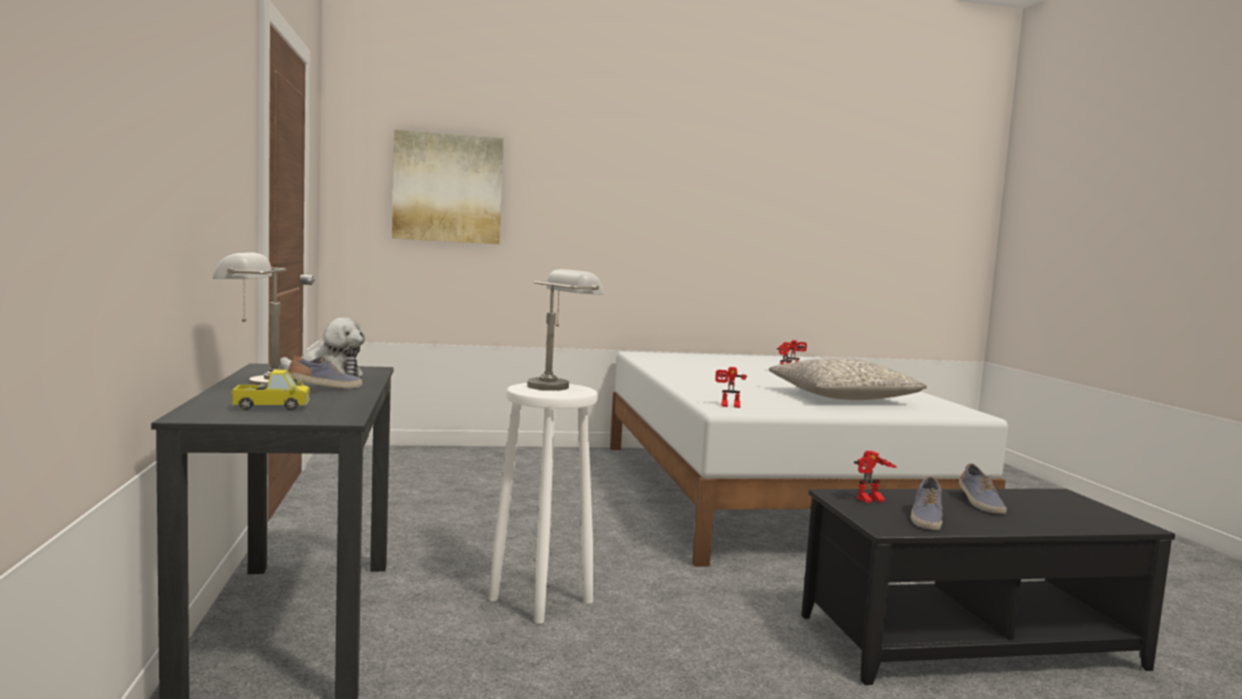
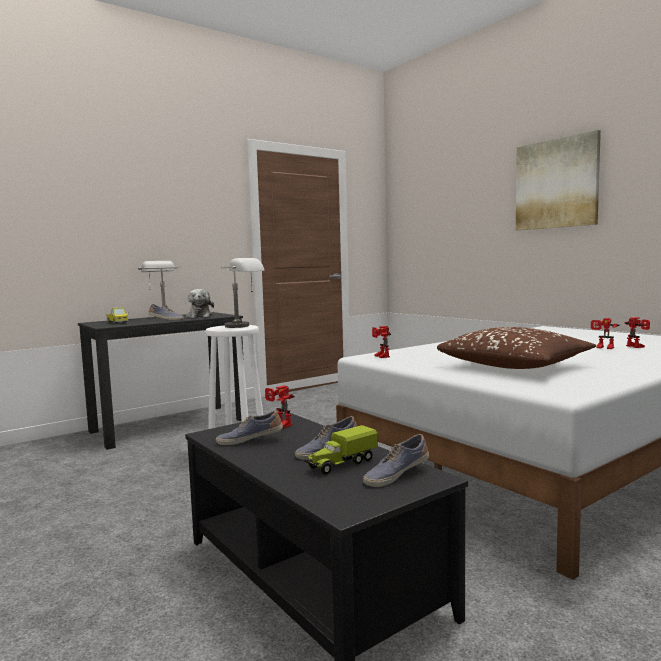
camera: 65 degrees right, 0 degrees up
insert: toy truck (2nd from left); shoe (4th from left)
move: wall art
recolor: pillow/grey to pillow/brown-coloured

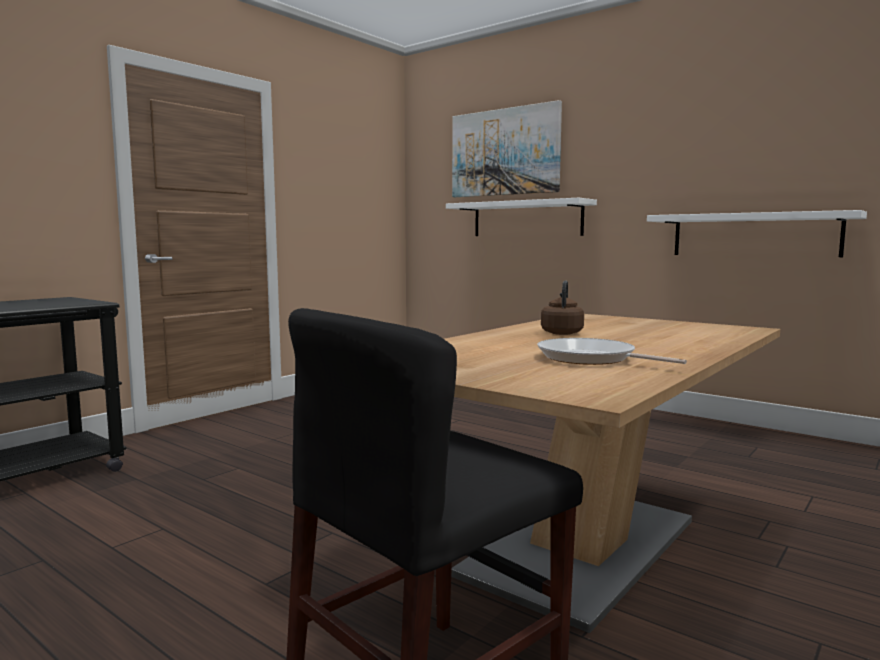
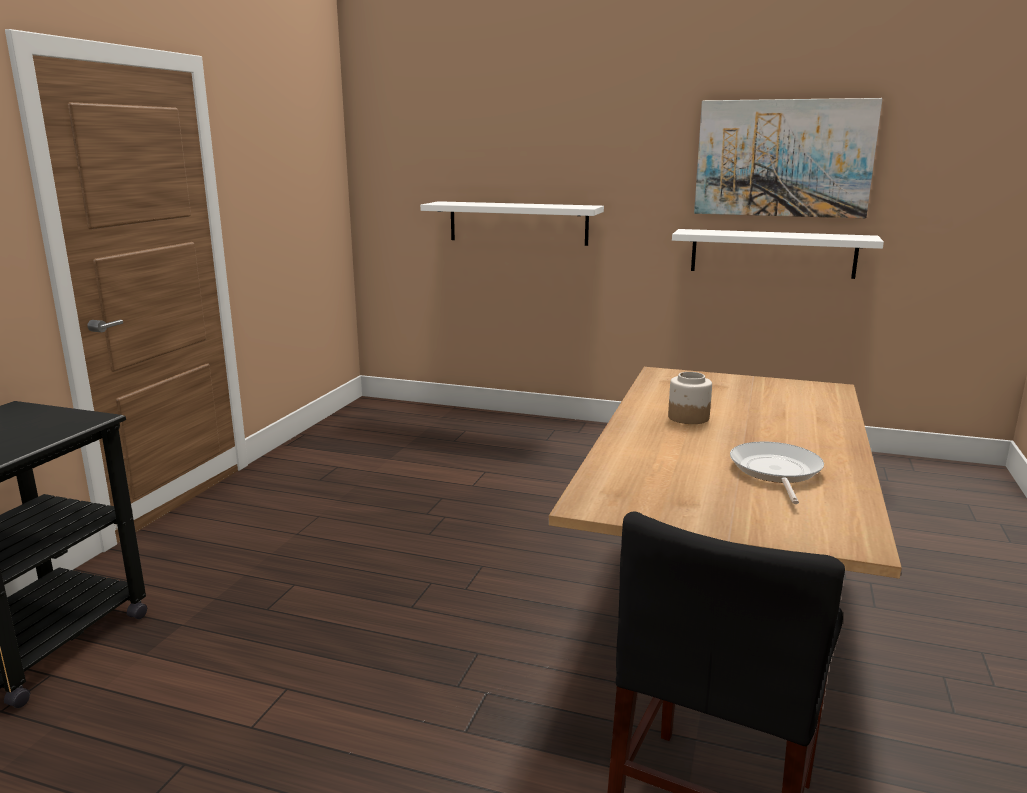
camera: 20 degrees left, 10 degrees up
move: wall art
replace: kettle/brown-coloured to jar
rotate: frying pan 75 degrees clockwise

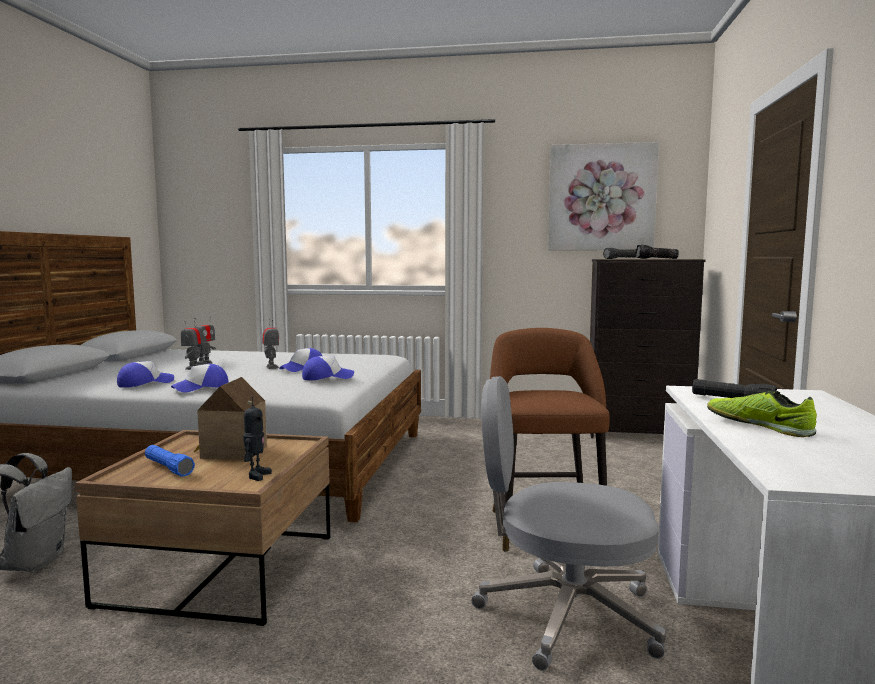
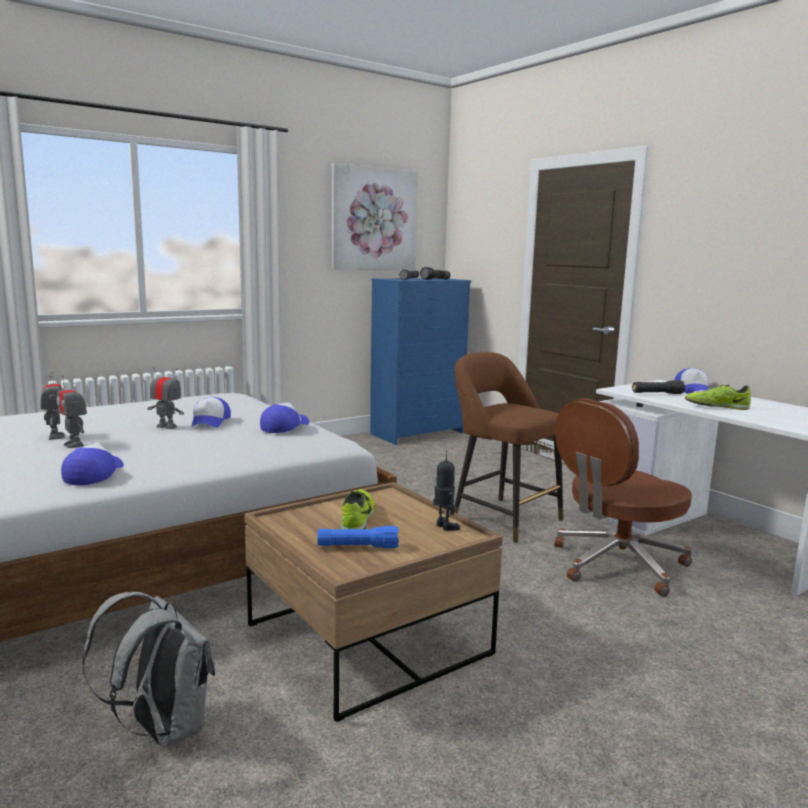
camera: 45 degrees left, 5 degrees up
move: peaked cap (2nd from left in the first image) to peaked cap (4th from left)
replace: model house to shoe (1st from left)
recolor: chest of drawers/black to chest of drawers/blue; computer chair/grey to computer chair/brown-coloured

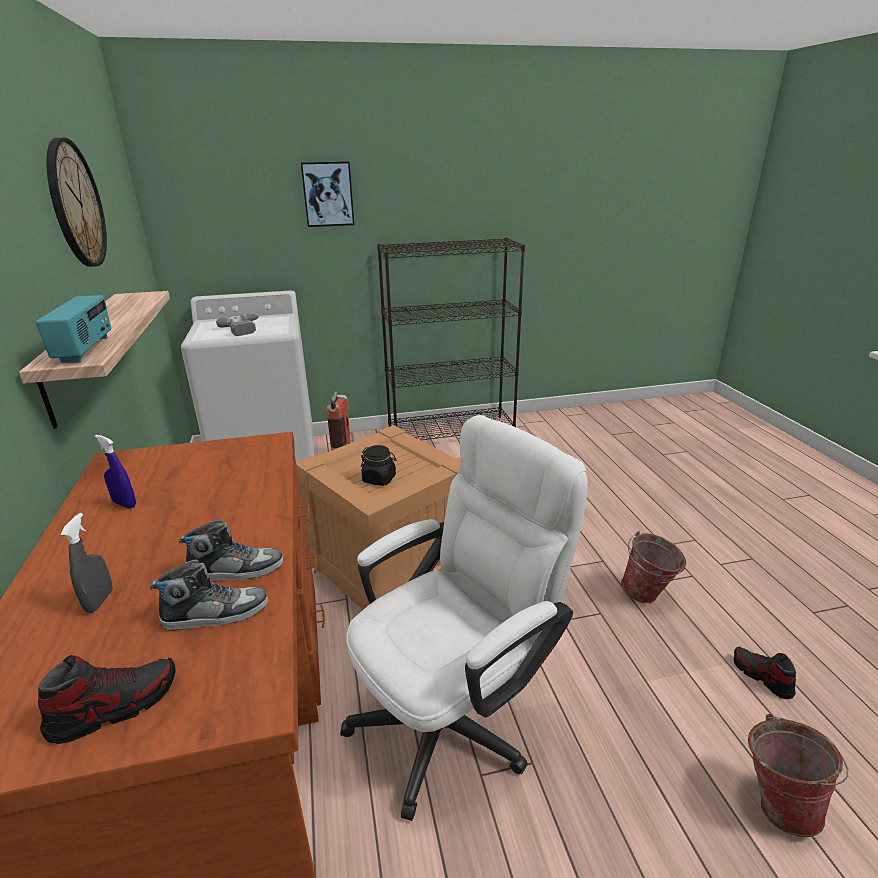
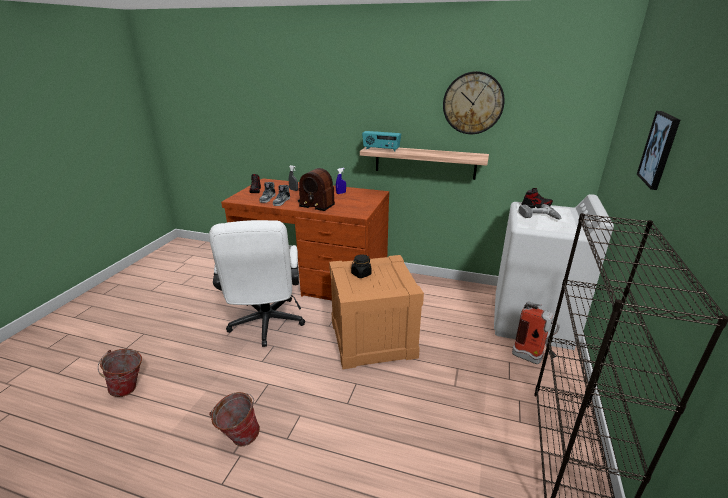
camera: 120 degrees right, 0 degrees up
insert: radio set (1st from left)
move: shoe (4th from left)

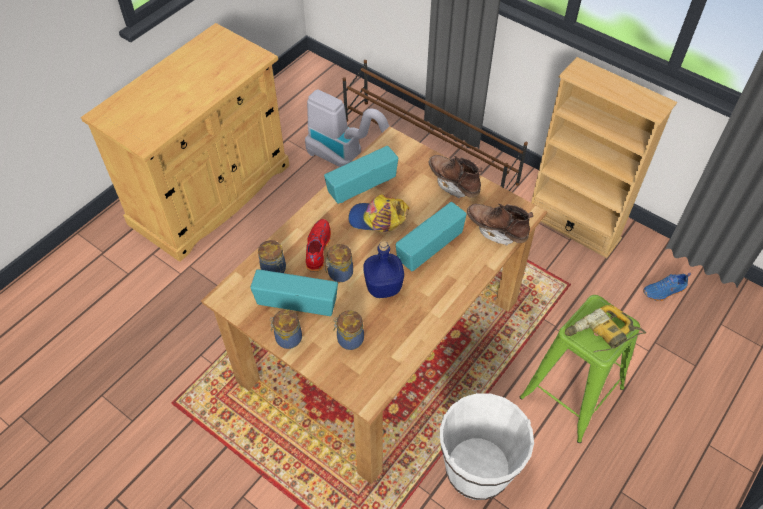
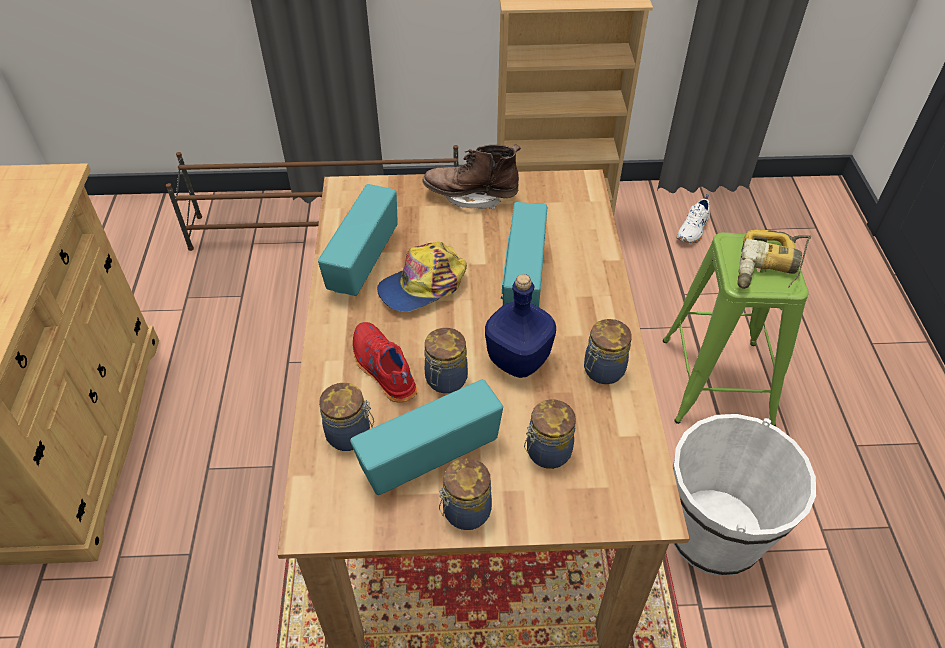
camera: 40 degrees left, 5 degrees down
delete: vacuum cleaner; high-top boot/brown-coloured (2nd from left)
insert: jar (5th from left)
recolor: shoe/blue to shoe/white-coloured

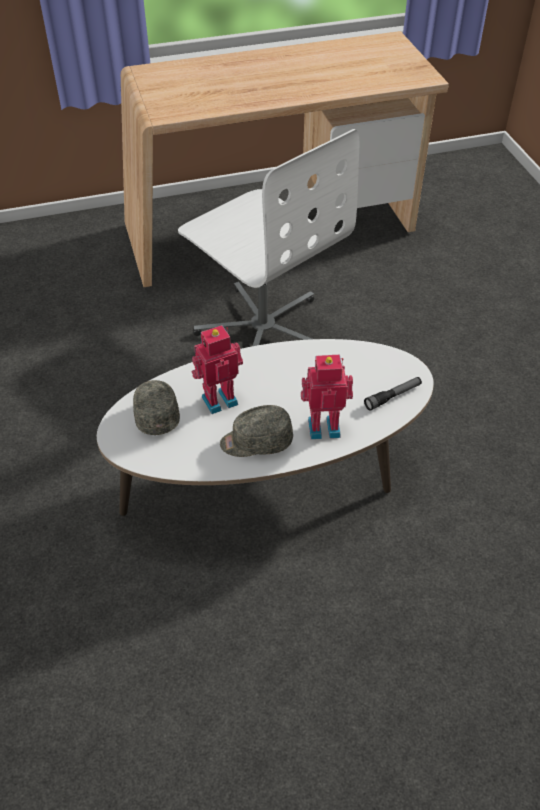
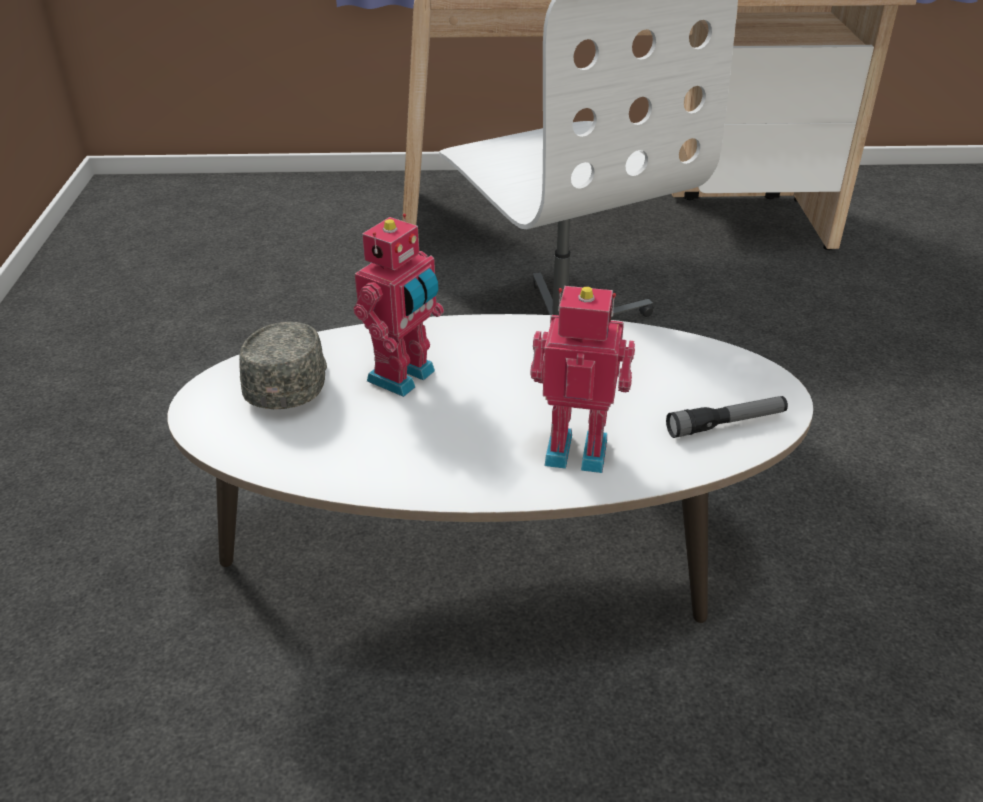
camera: 15 degrees right, 10 degrees down
delete: peaked cap/grey (2nd from left)
rotate: toy robot (1st from left) 135 degrees clockwise

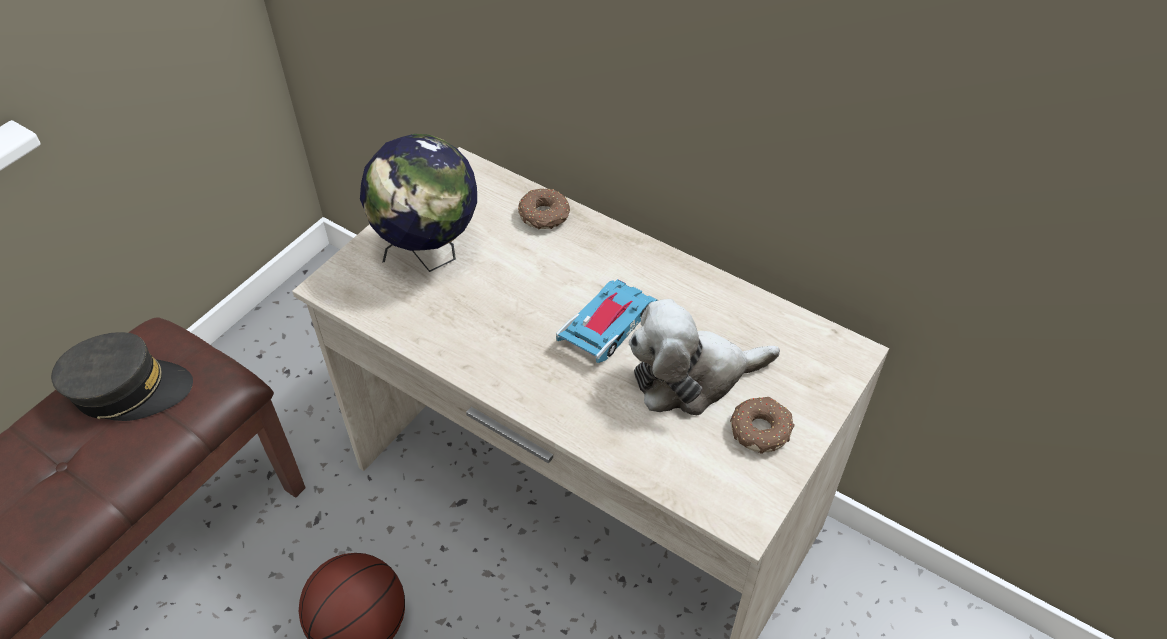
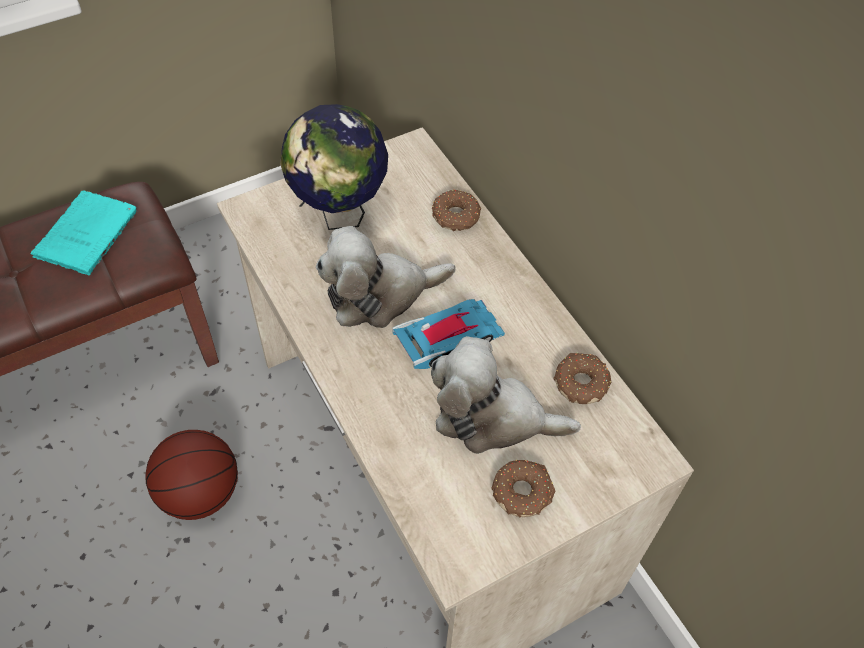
camera: 25 degrees right, 5 degrees up
insert: soft toy (1st from left); doughnut (3rd from left)
replace: peaked cap/grey to volume/turquoise-coloured

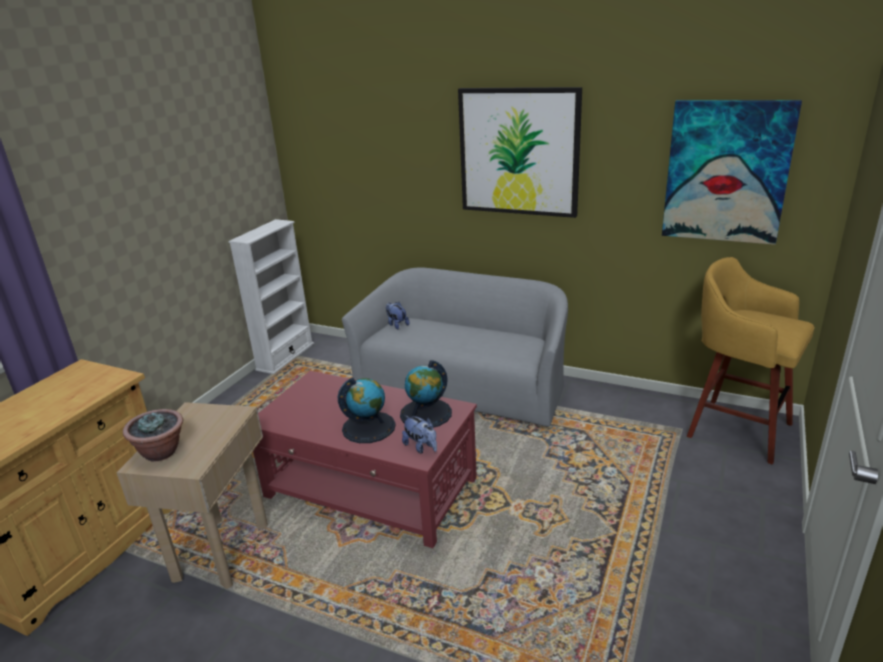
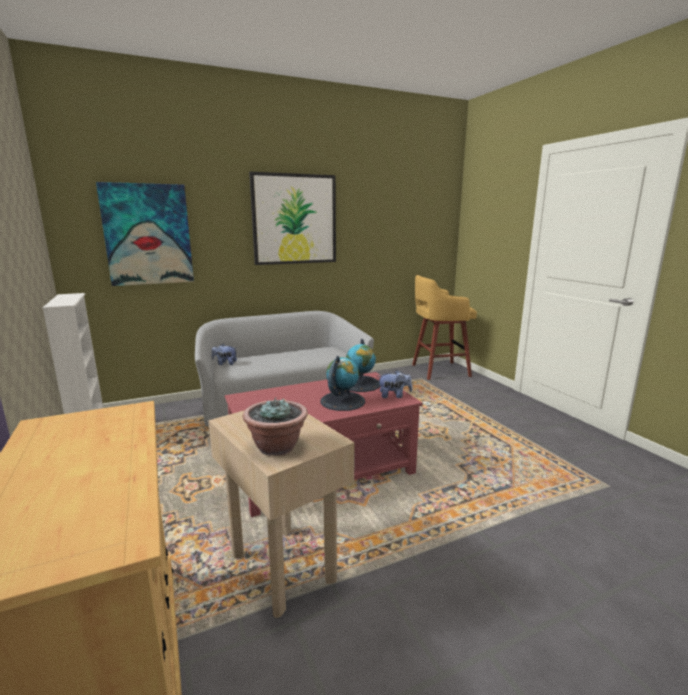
camera: 50 degrees left, 10 degrees down
move: wall art (2nd from left in the first image) to wall art (1st from left)

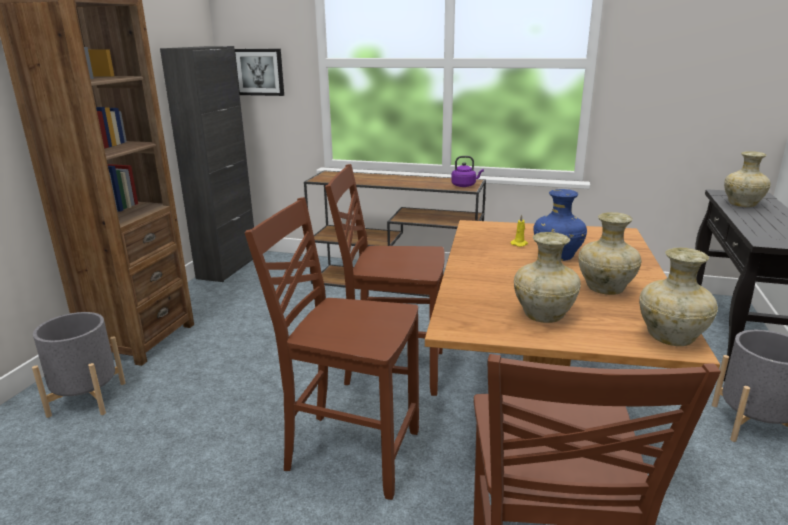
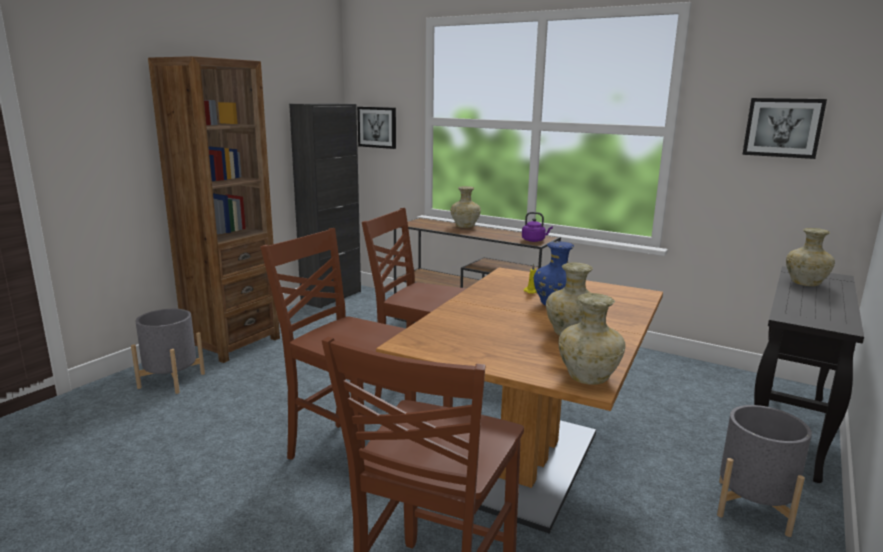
camera: 15 degrees right, 5 degrees down
insert: wall art (2nd from left)
move: vase/sand-coloured (1st from left)

